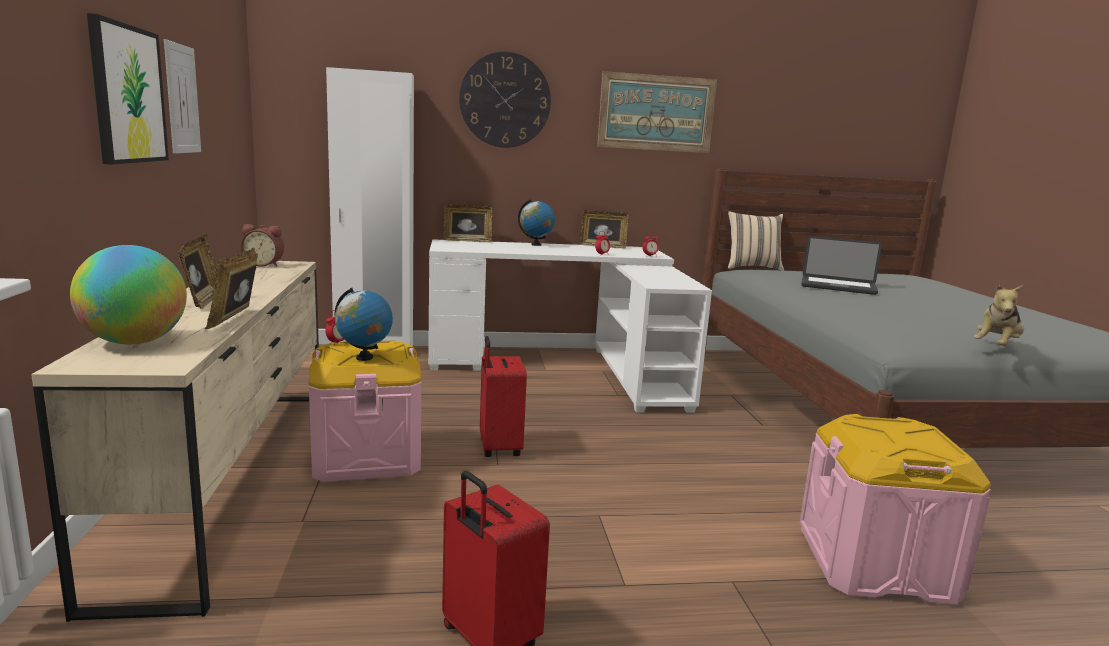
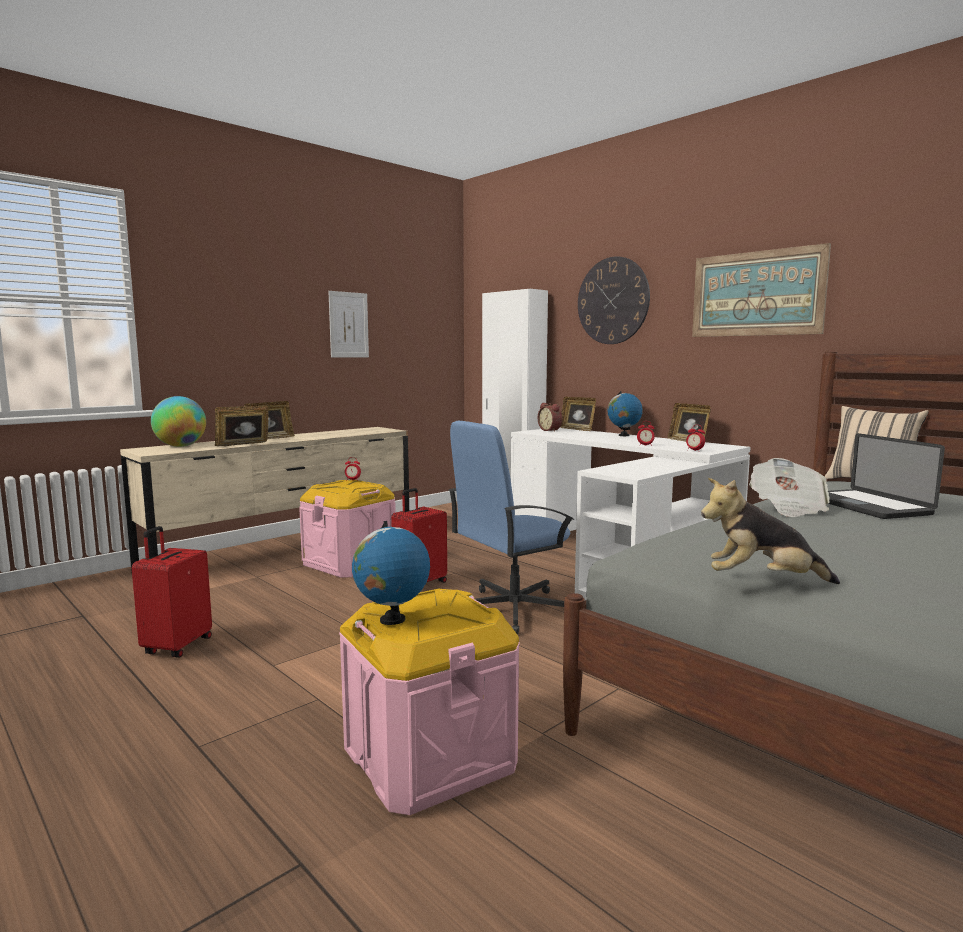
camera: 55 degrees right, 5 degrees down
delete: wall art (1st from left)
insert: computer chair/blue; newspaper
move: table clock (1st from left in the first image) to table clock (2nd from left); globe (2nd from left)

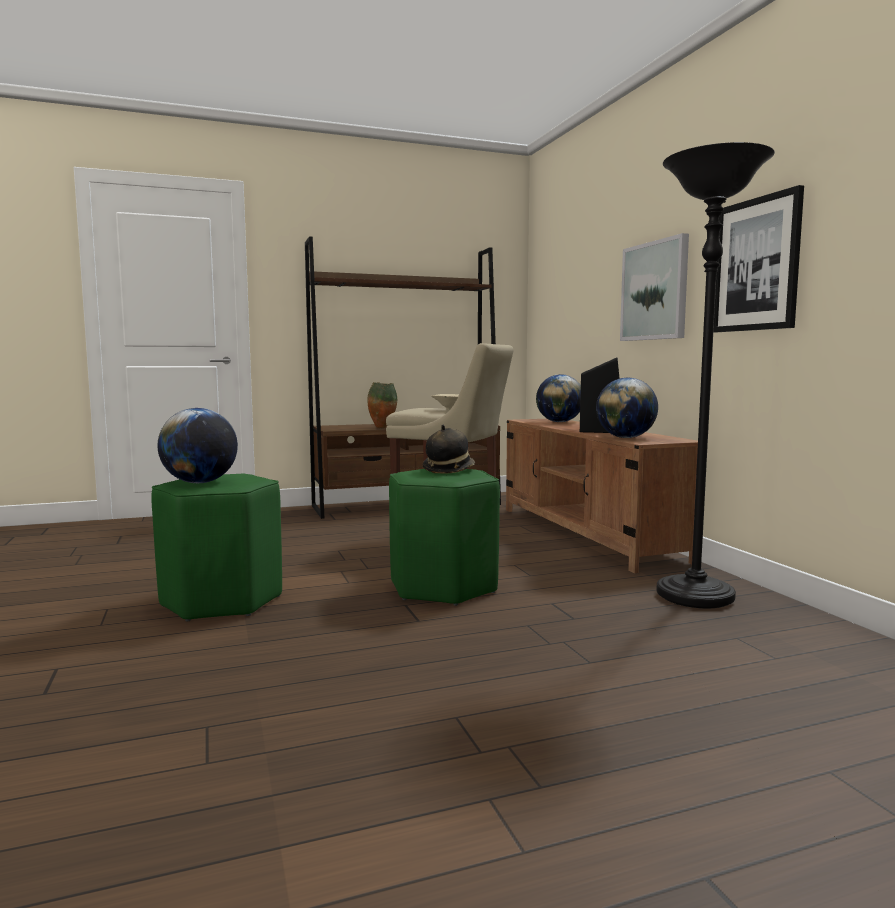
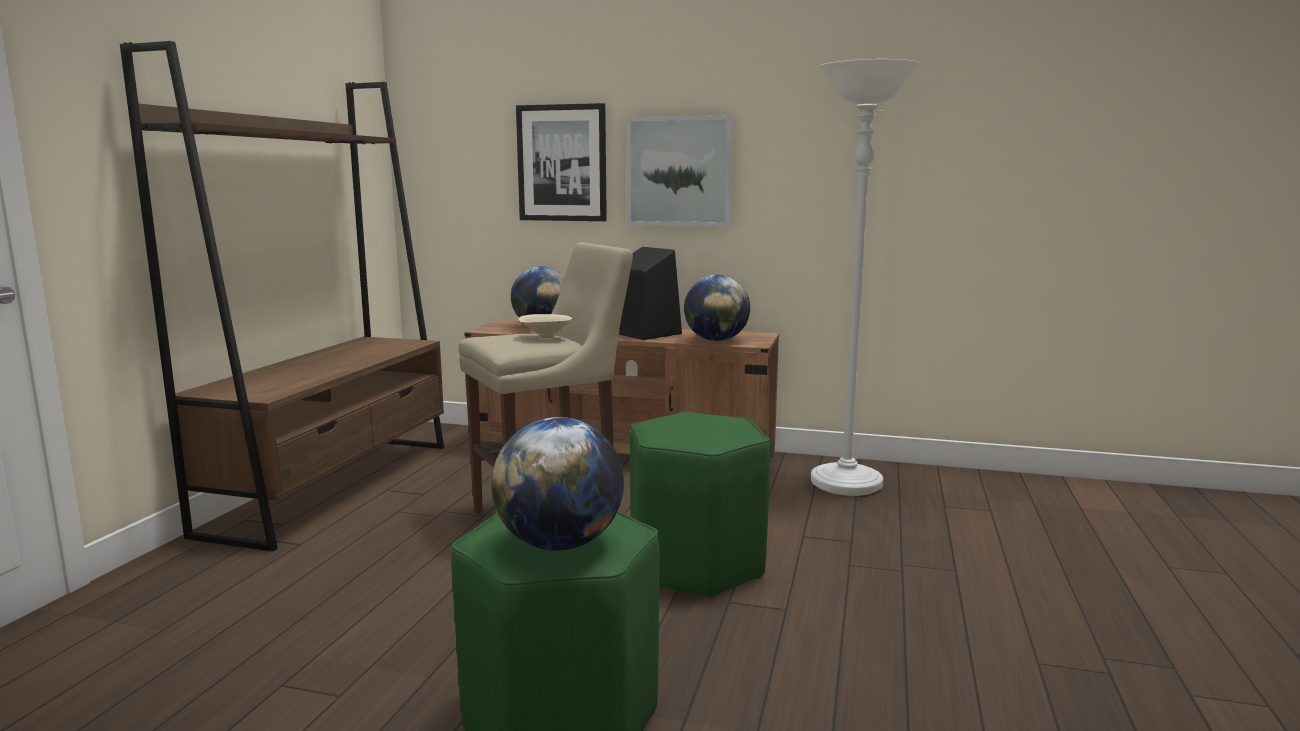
camera: 55 degrees left, 5 degrees up
delete: vase; clothing hat
move: wall art (2nd from left in the first image) to wall art (1st from left)
recolor: standard lamp/black to standard lamp/white-coloured

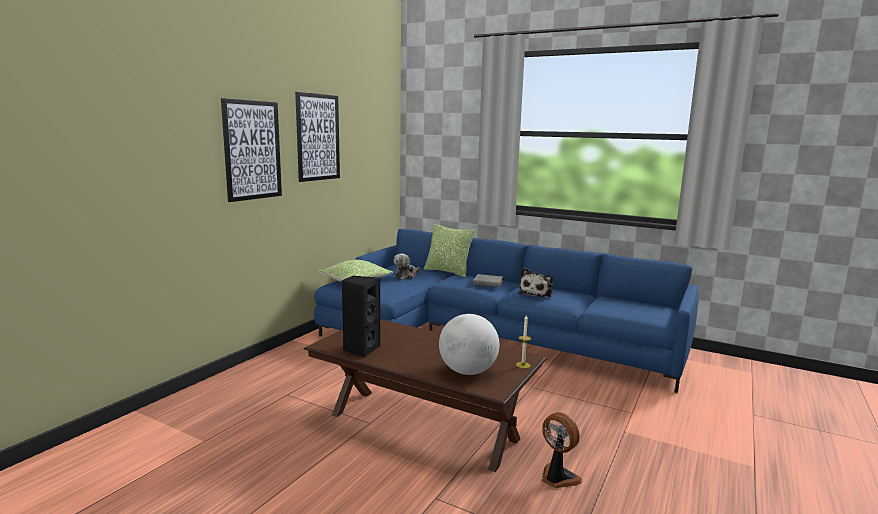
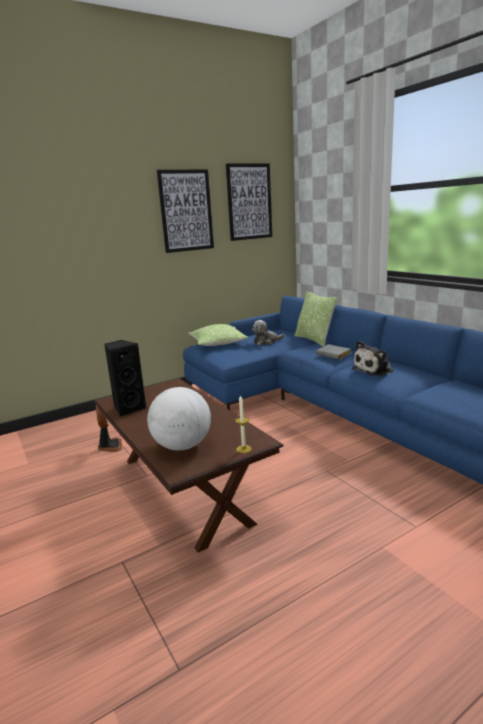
camera: 30 degrees right, 5 degrees up
move: wall art (1st from left in the first image) to wall art (2nd from left); cooling fan

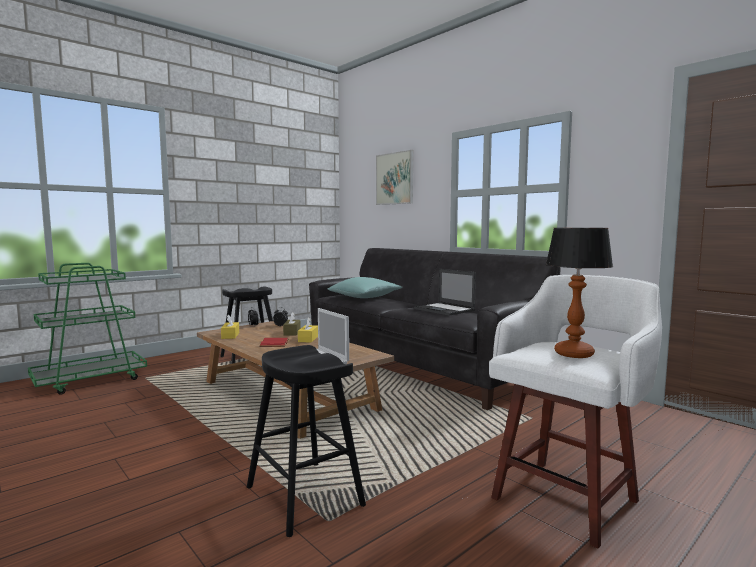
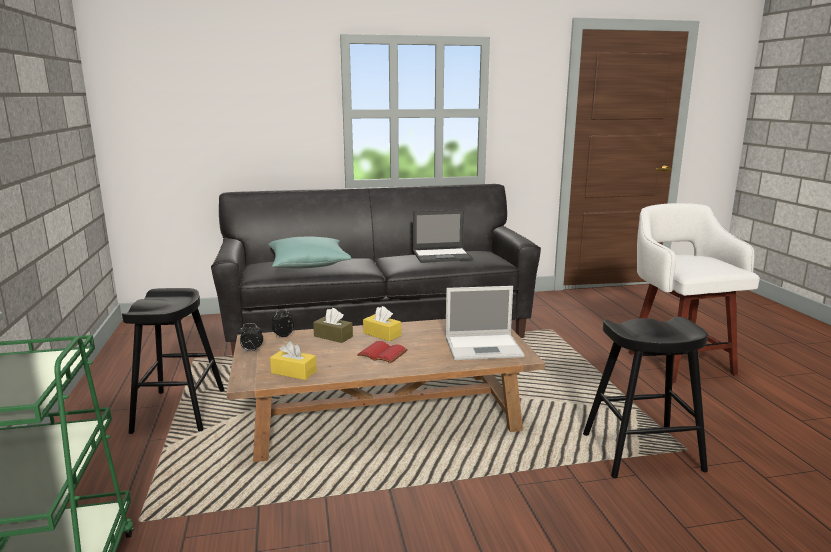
camera: 60 degrees left, 10 degrees up
delete: wall art; tabletop lamp

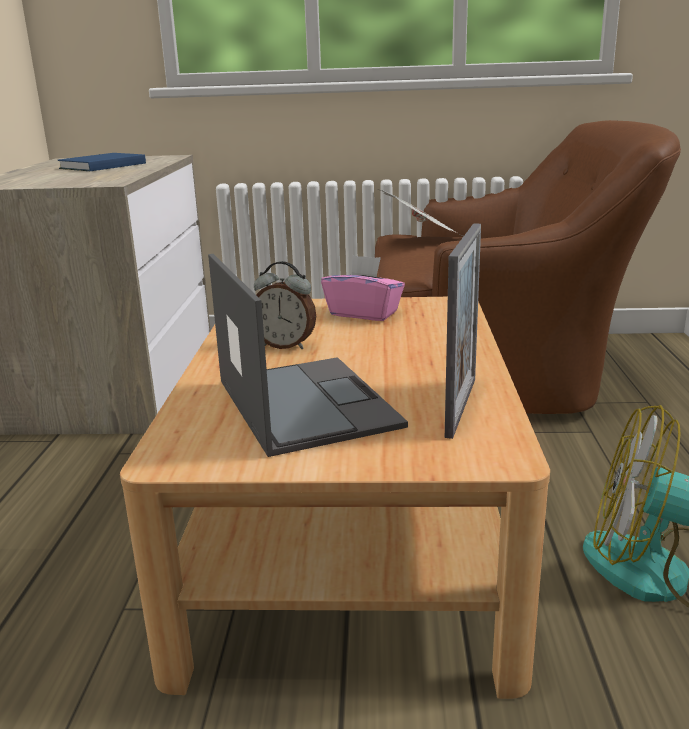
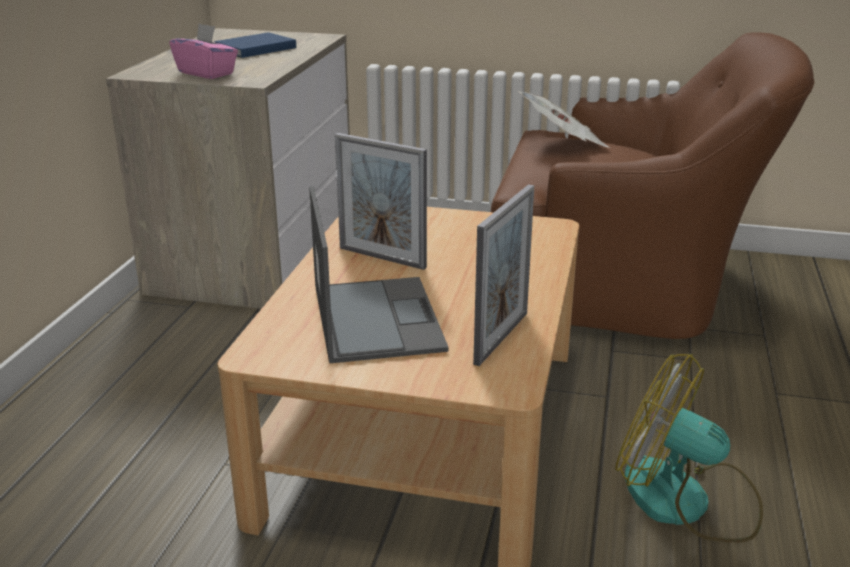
camera: 10 degrees right, 5 degrees up
move: tissue holder/pink
replace: table clock to picture frame (1st from left)

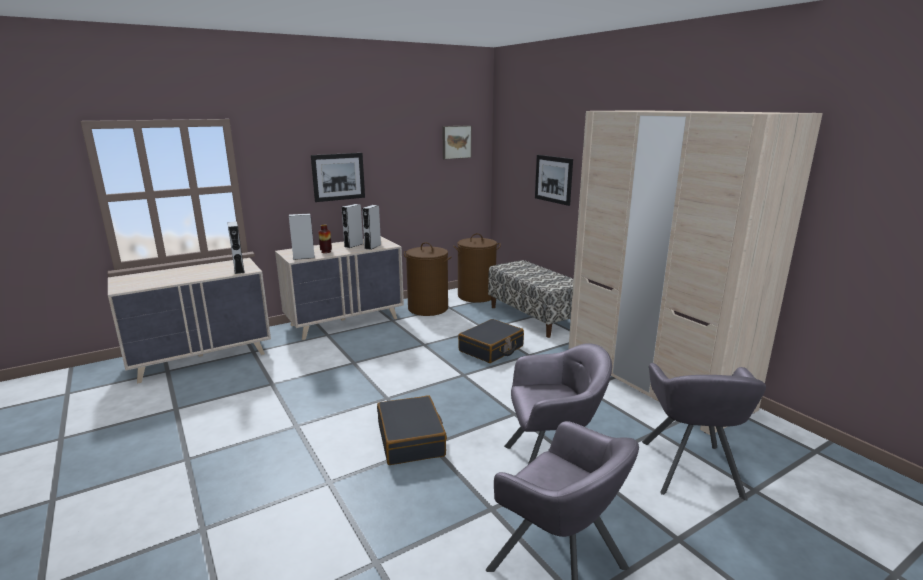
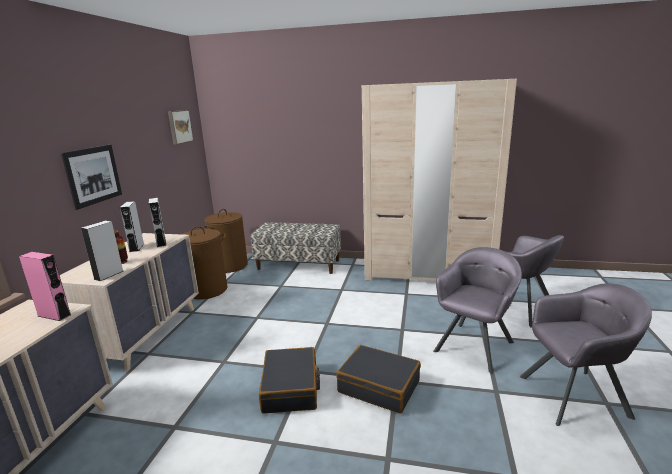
camera: 45 degrees left, 0 degrees up
delete: wall art (3rd from left)
move: piece of luggage/black (2nd from left in the first image) to piece of luggage/black (1st from left)
recolor: audio speaker/grey (1st from left) to audio speaker/pink

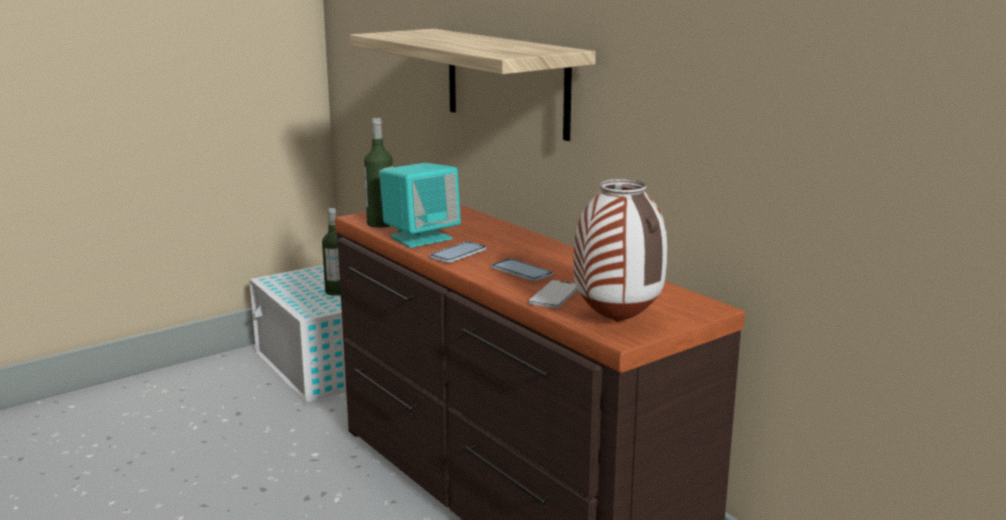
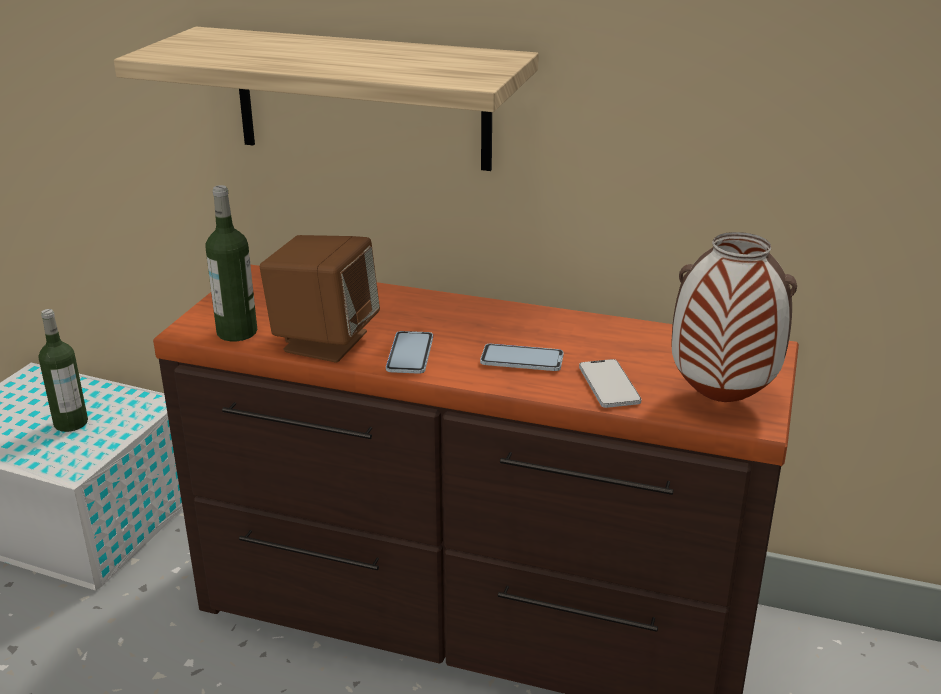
camera: 35 degrees left, 10 degrees up
recolor: audio speaker/turquoise-coloured to audio speaker/brown-coloured

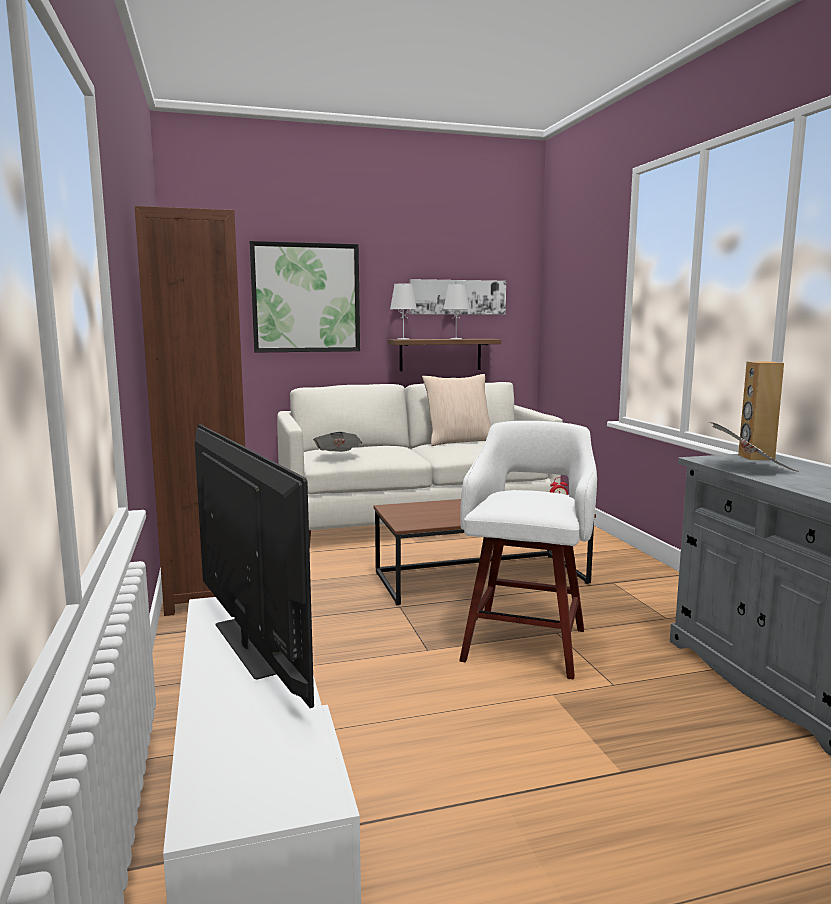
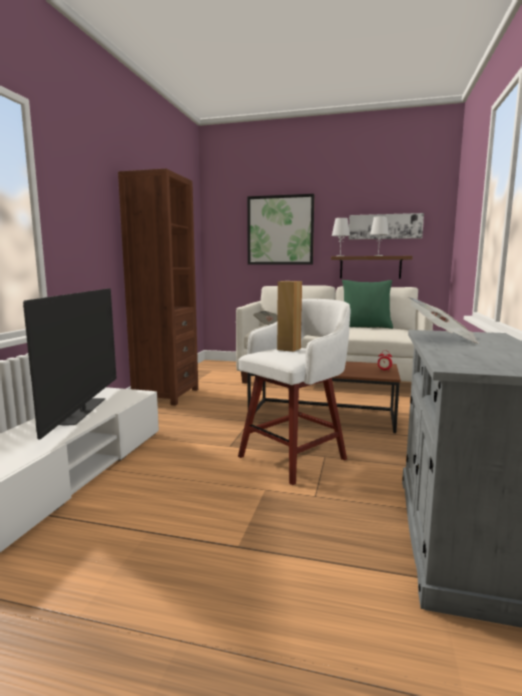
camera: 30 degrees right, 0 degrees up
move: audio speaker/brown-coloured
recolor: pillow/sand-coloured to pillow/green-coloured

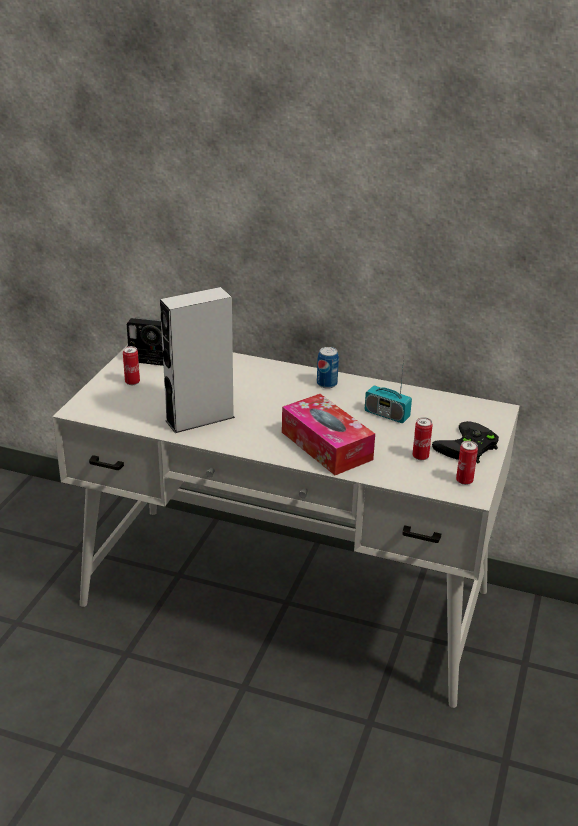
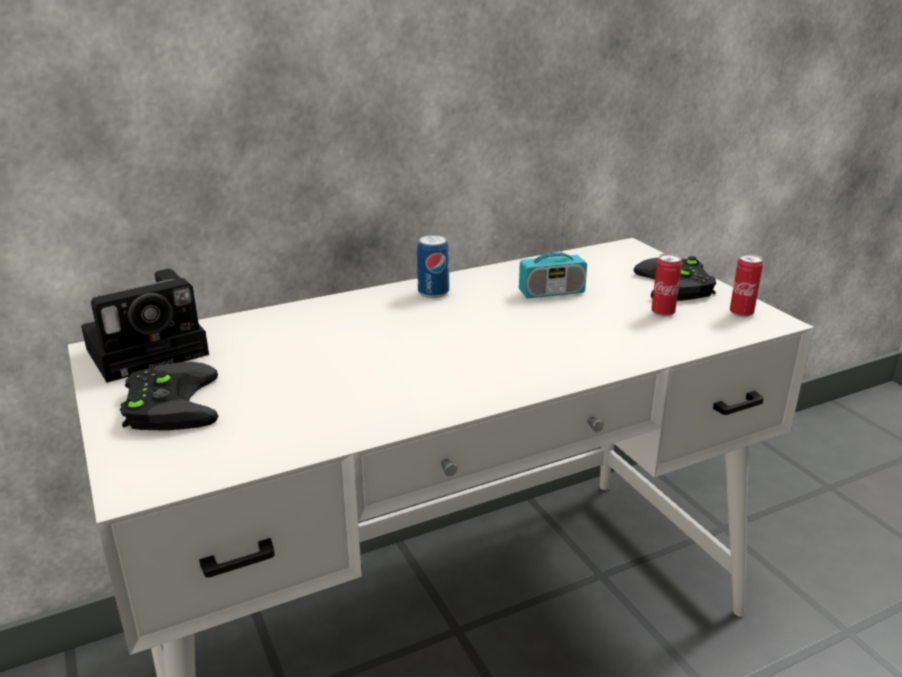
camera: 45 degrees left, 5 degrees down
delete: audio speaker/grey; tissue holder
replace: metal can (1st from left) to joypad/black (1st from left)

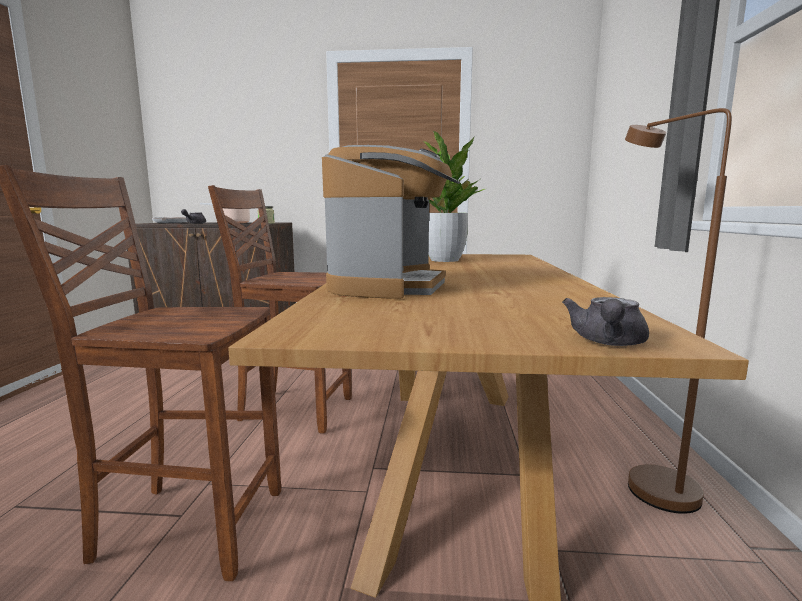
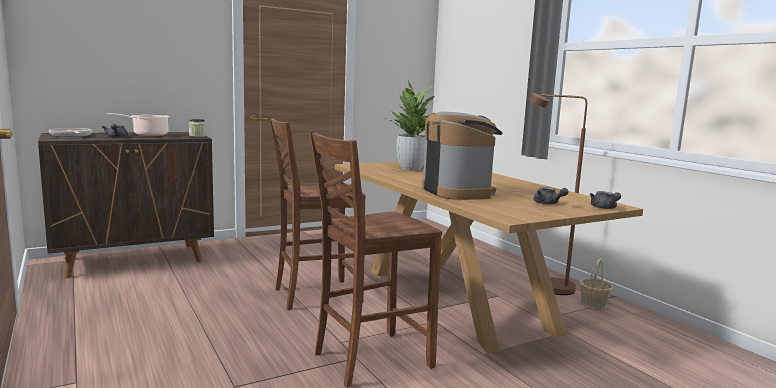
camera: 35 degrees left, 0 degrees up
insert: teapot/grey (2nd from left); household basket

